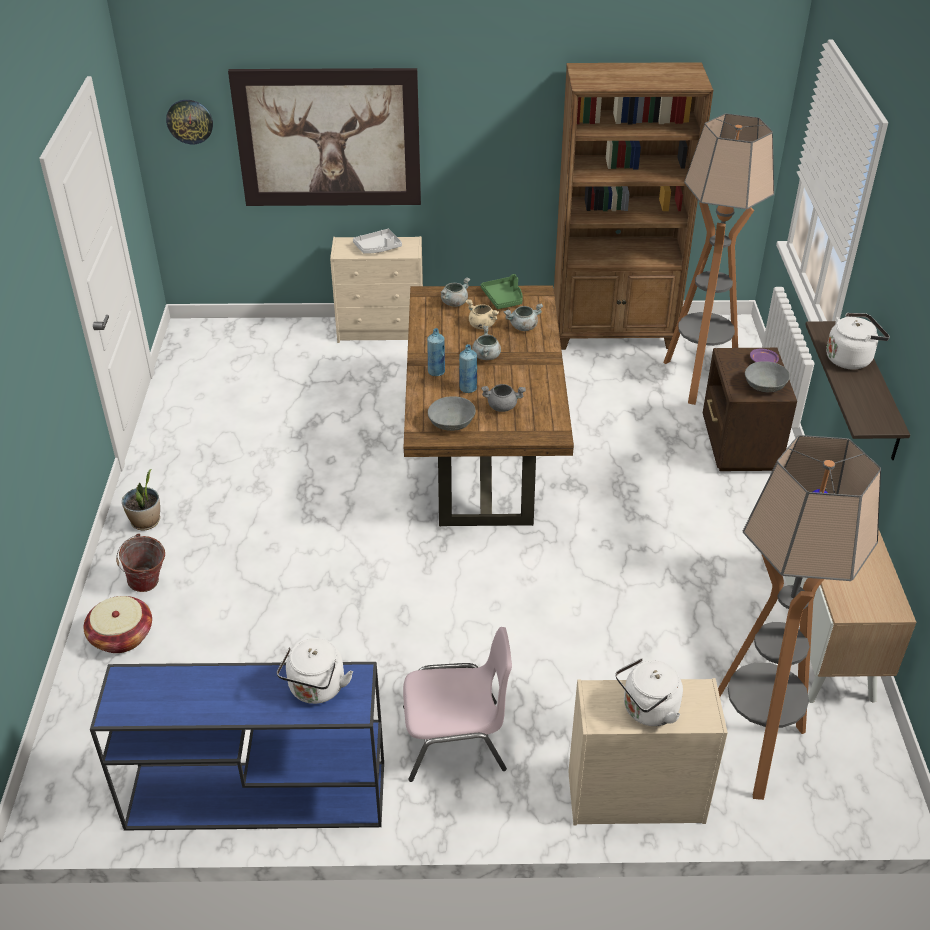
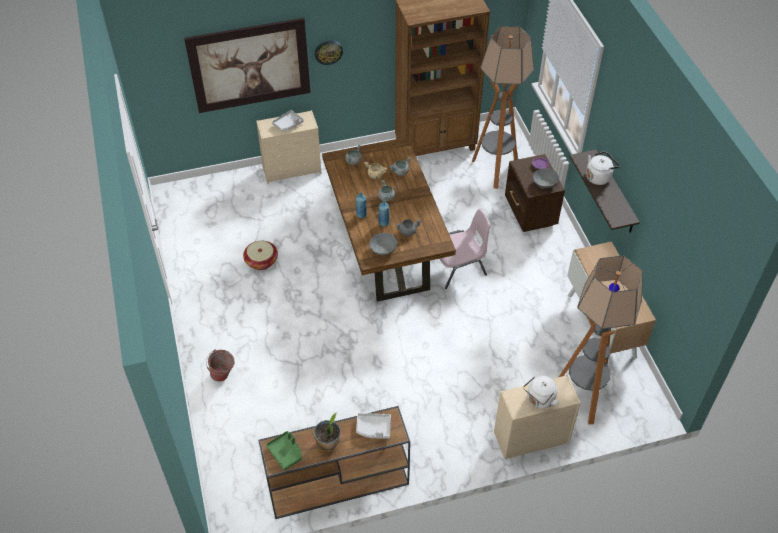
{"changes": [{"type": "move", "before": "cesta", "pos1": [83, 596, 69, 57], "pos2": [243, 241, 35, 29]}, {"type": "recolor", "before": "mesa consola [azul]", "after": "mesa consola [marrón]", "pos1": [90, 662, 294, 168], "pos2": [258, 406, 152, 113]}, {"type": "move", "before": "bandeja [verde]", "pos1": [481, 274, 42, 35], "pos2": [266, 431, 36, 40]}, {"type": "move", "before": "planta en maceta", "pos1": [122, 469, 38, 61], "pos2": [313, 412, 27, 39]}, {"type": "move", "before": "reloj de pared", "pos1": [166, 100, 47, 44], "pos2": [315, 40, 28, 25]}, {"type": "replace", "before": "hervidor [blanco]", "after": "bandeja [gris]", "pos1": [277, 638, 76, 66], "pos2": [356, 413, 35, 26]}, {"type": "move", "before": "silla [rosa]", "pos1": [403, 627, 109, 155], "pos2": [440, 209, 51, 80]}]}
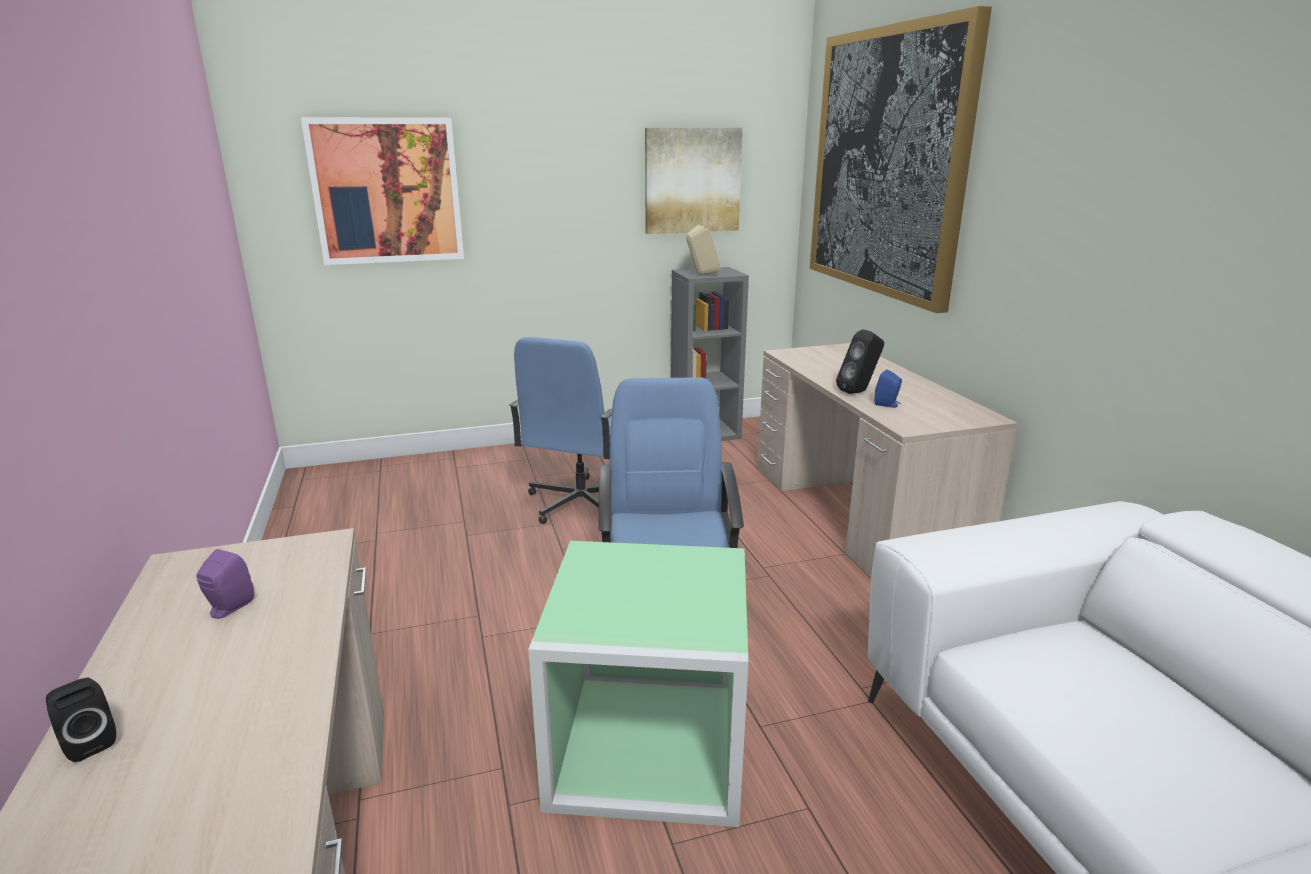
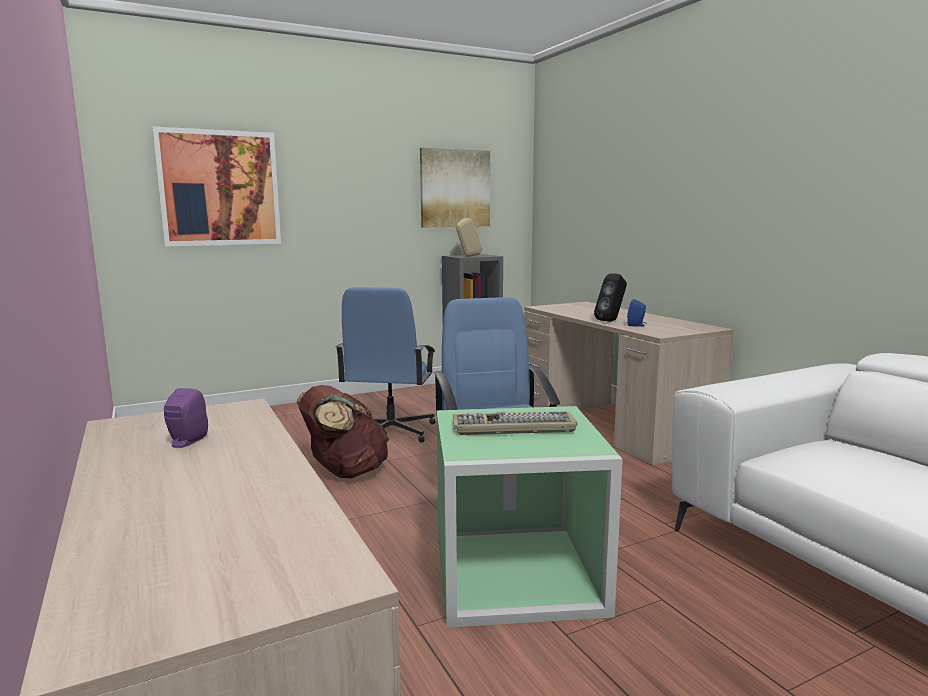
{"changes": [{"type": "insert", "after": "mochila [marrón]", "pos2": [297, 385, 93, 93]}, {"type": "insert", "after": "teclado", "pos2": [453, 411, 125, 24]}, {"type": "delete", "before": "altavoz [negro]", "pos1": [46, 677, 70, 85]}, {"type": "delete", "before": "cuadro", "pos1": [810, 6, 182, 307]}]}
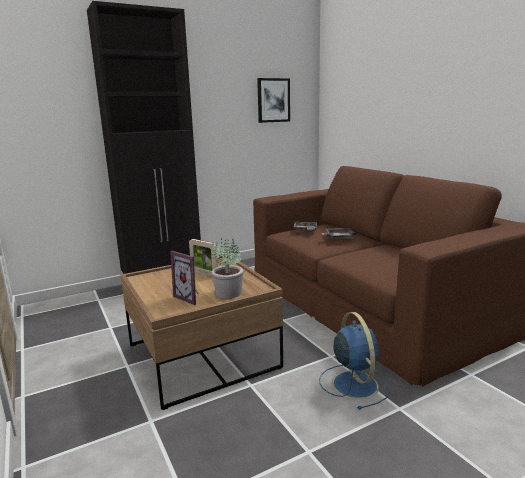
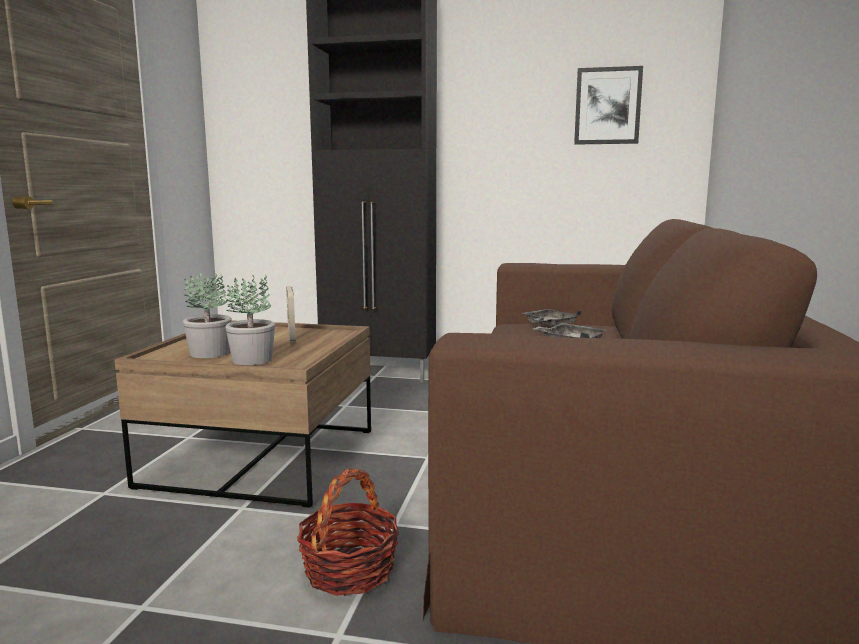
{"changes": [{"type": "replace", "before": "portarretratos", "after": "planta en maceta", "pos1": [170, 251, 29, 54], "pos2": [183, 273, 49, 85]}, {"type": "replace", "before": "ventilador [azul]", "after": "cesta", "pos1": [319, 312, 71, 98], "pos2": [297, 469, 102, 127]}]}
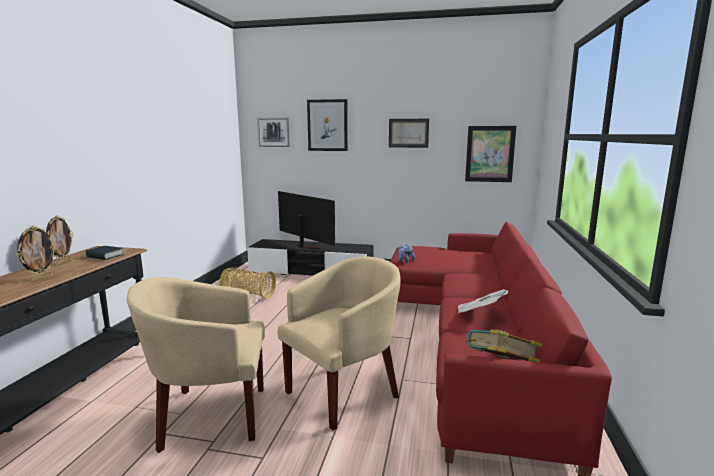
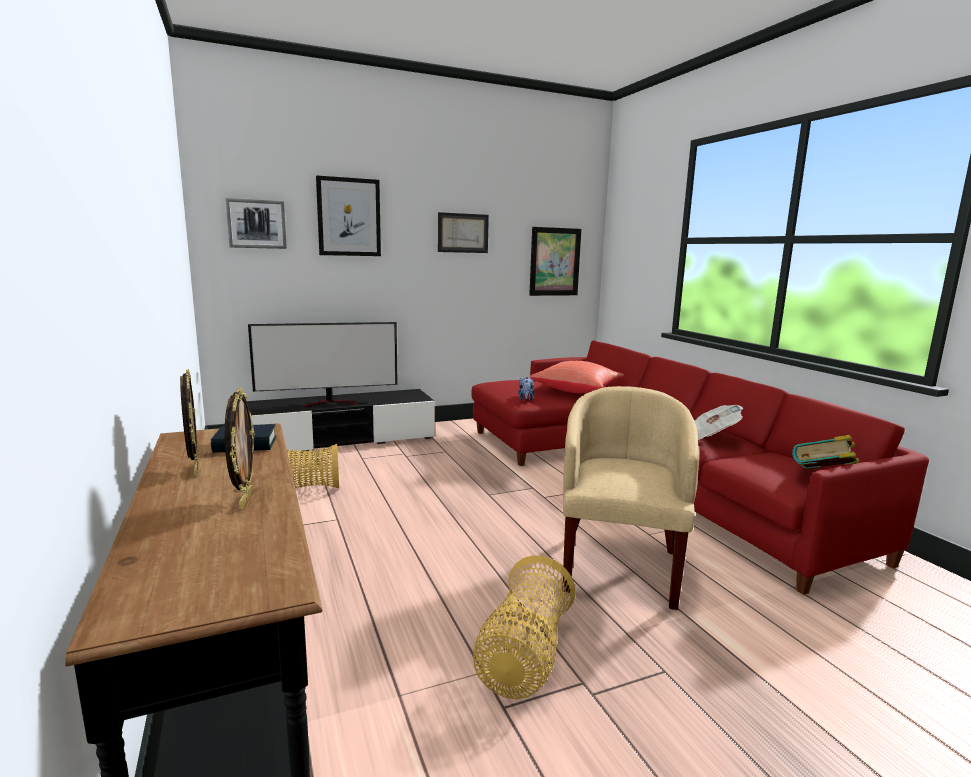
{"changes": [{"type": "rotate", "before": "televisor", "pos1": [278, 191, 57, 58], "pos2": [248, 322, 150, 86], "turn": 150}, {"type": "replace", "before": "sillón [beis]", "after": "cesta", "pos1": [126, 277, 139, 176], "pos2": [473, 555, 103, 144]}, {"type": "insert", "after": "cojín [rojo]", "pos2": [530, 361, 94, 32]}]}
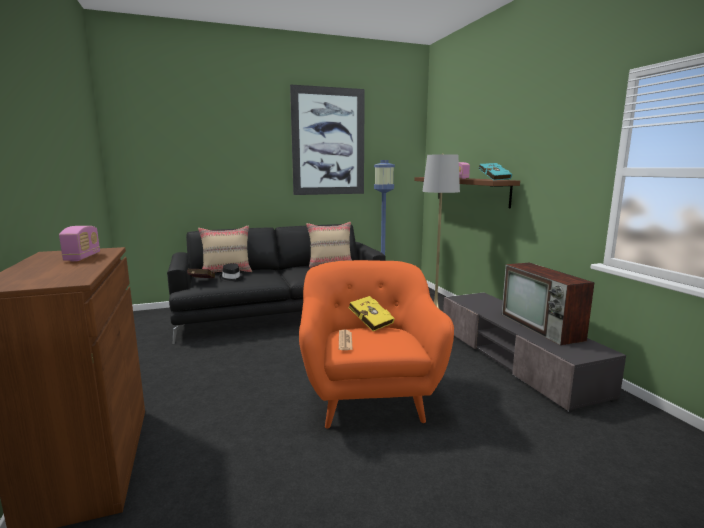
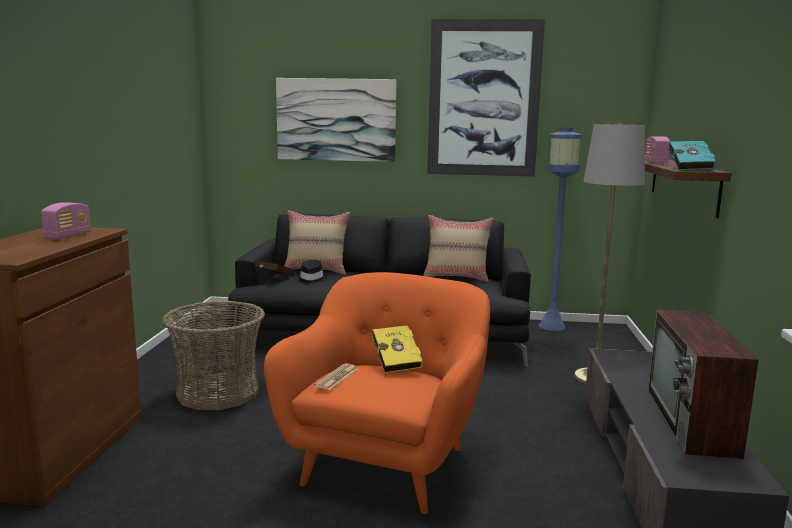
{"changes": [{"type": "insert", "after": "cesta", "pos2": [162, 301, 103, 109]}, {"type": "insert", "after": "cuadro", "pos2": [276, 78, 121, 84]}]}
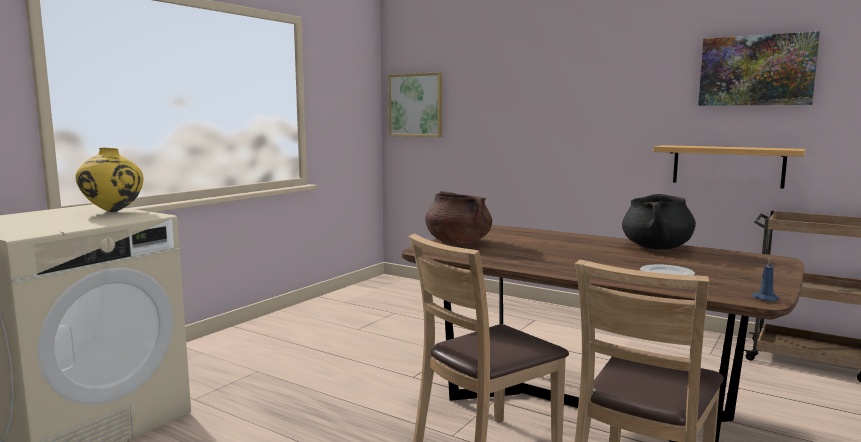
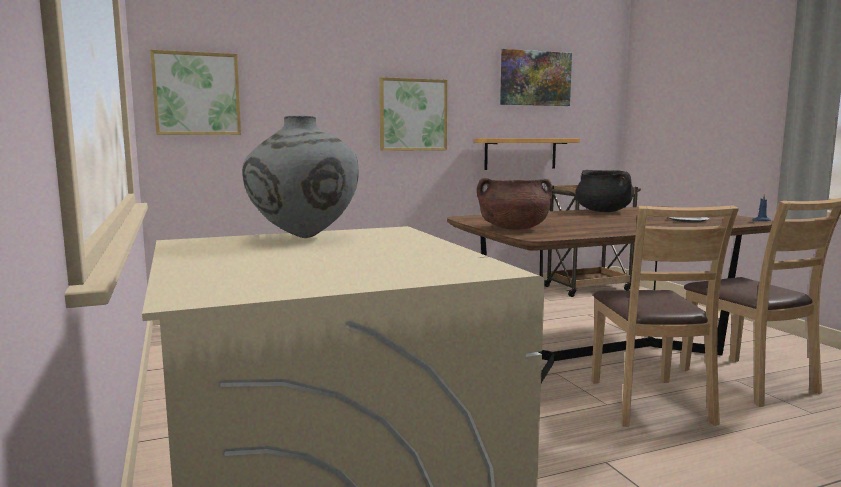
{"changes": [{"type": "recolor", "before": "florero [amarillo]", "after": "florero [gris]", "pos1": [75, 147, 69, 65], "pos2": [242, 115, 117, 123]}, {"type": "insert", "after": "cuadro", "pos2": [379, 77, 68, 74]}]}
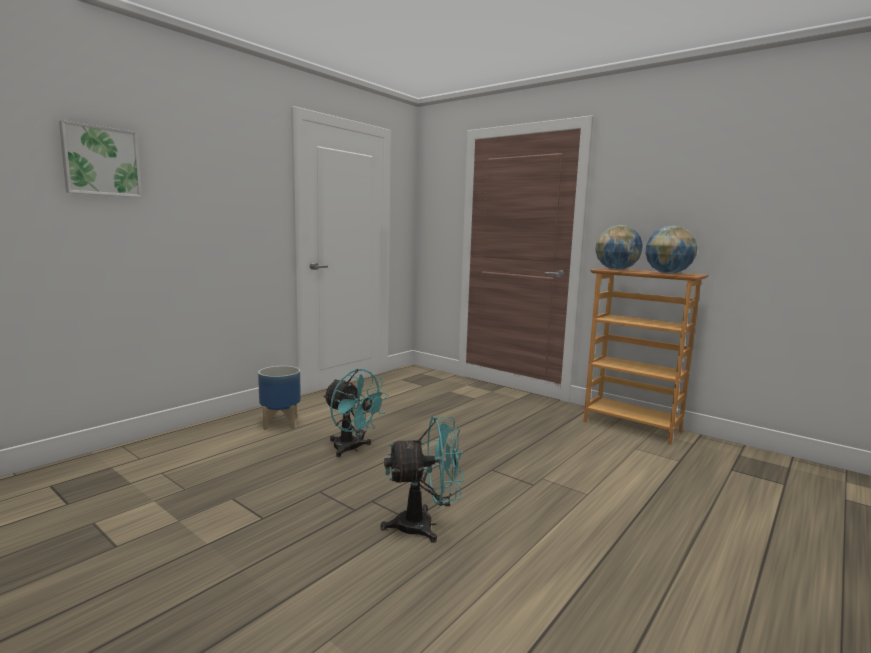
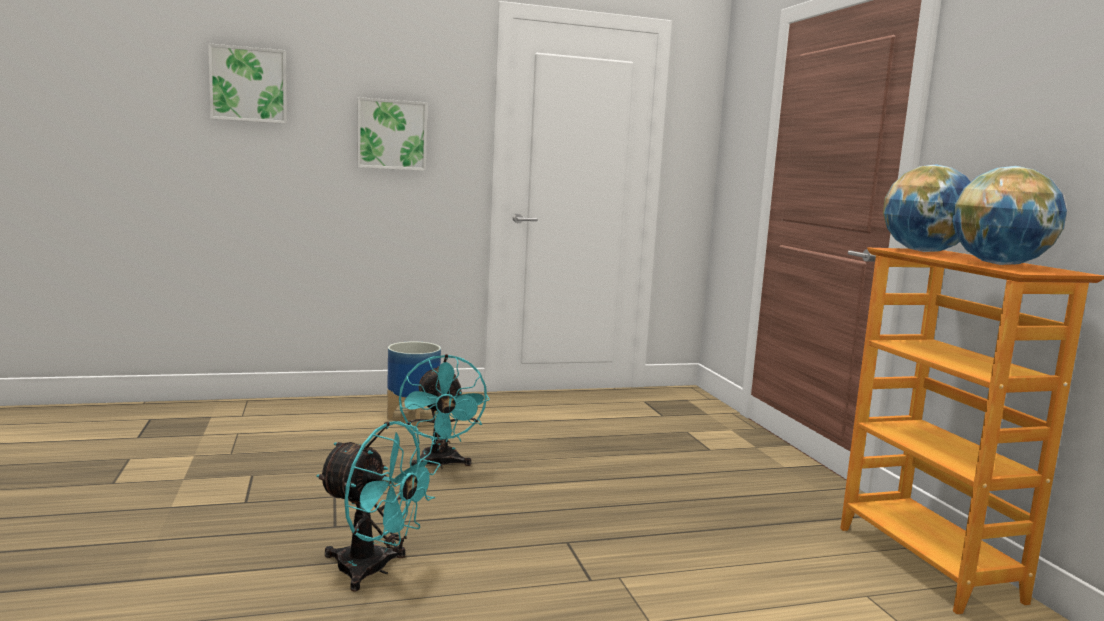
{"changes": [{"type": "insert", "after": "cuadro", "pos2": [357, 97, 70, 74]}]}
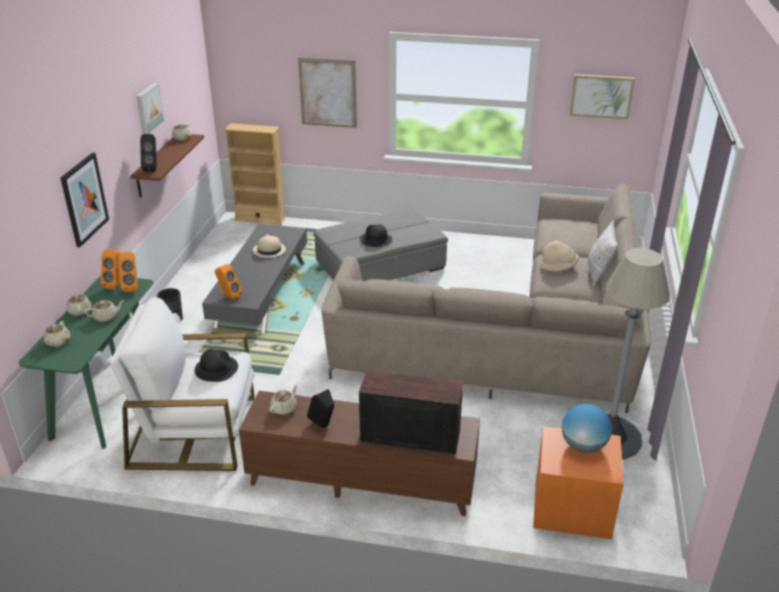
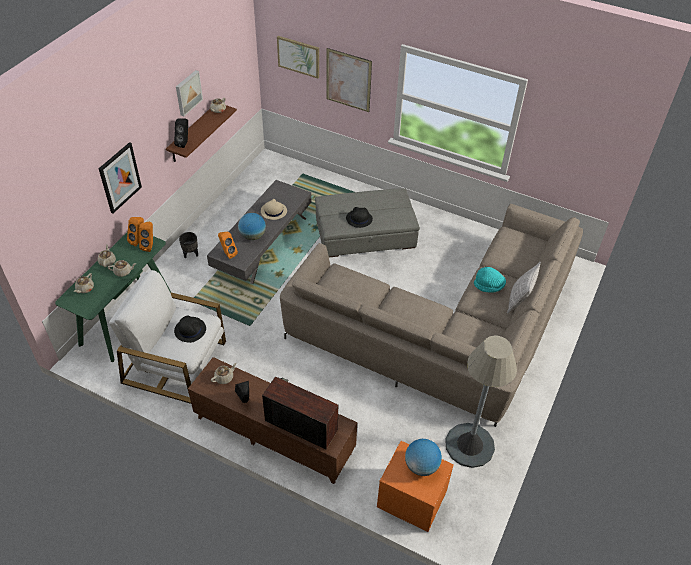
{"changes": [{"type": "insert", "after": "globo terráqueo", "pos2": [238, 213, 28, 27]}, {"type": "move", "before": "cuadro", "pos1": [570, 74, 65, 45], "pos2": [277, 36, 42, 42]}, {"type": "recolor", "before": "sombrero [beis]", "after": "sombrero [turquesa]", "pos1": [540, 241, 39, 31], "pos2": [474, 267, 32, 26]}, {"type": "delete", "before": "estantería [beis]", "pos1": [224, 123, 62, 102]}]}
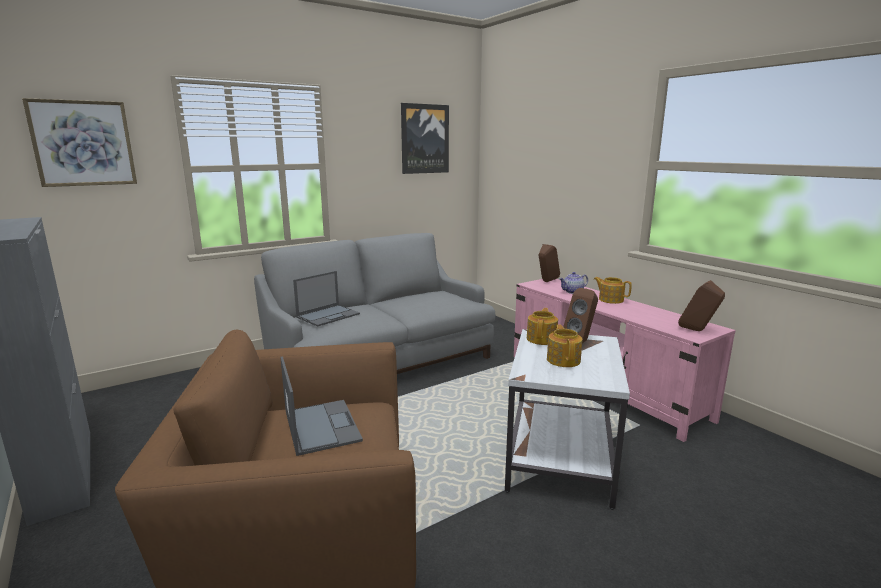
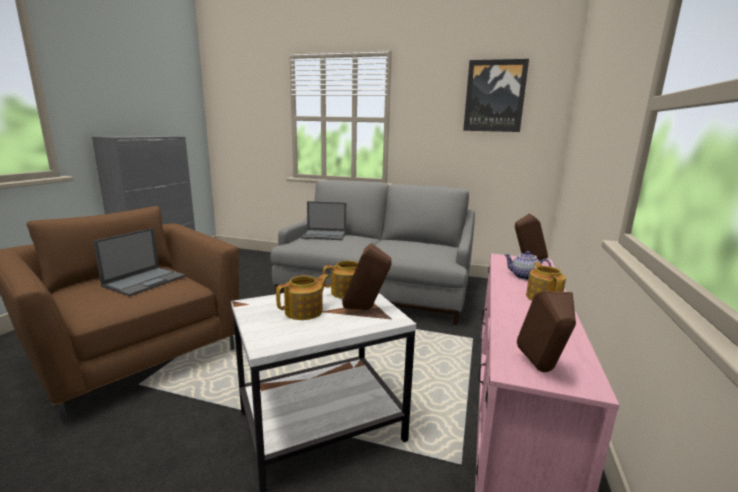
{"changes": [{"type": "delete", "before": "cuadro", "pos1": [22, 98, 115, 89]}]}
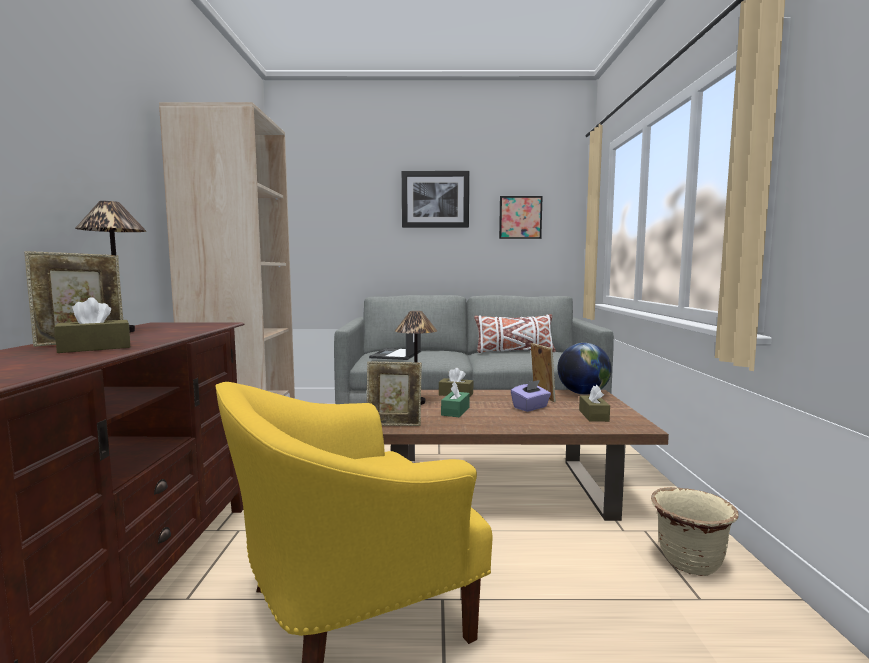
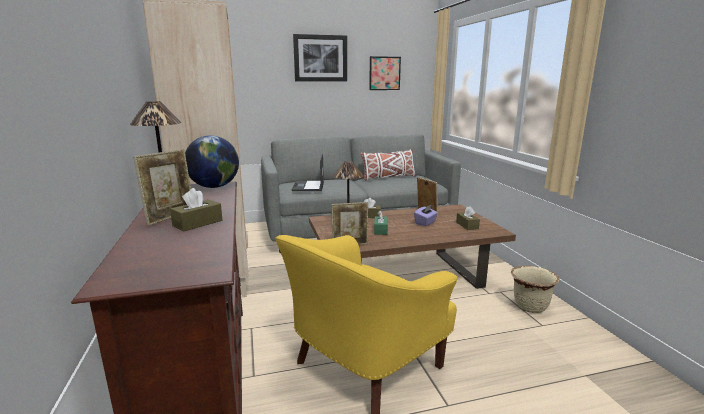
{"changes": [{"type": "move", "before": "globo terráqueo", "pos1": [557, 343, 55, 52], "pos2": [185, 135, 54, 53]}]}
